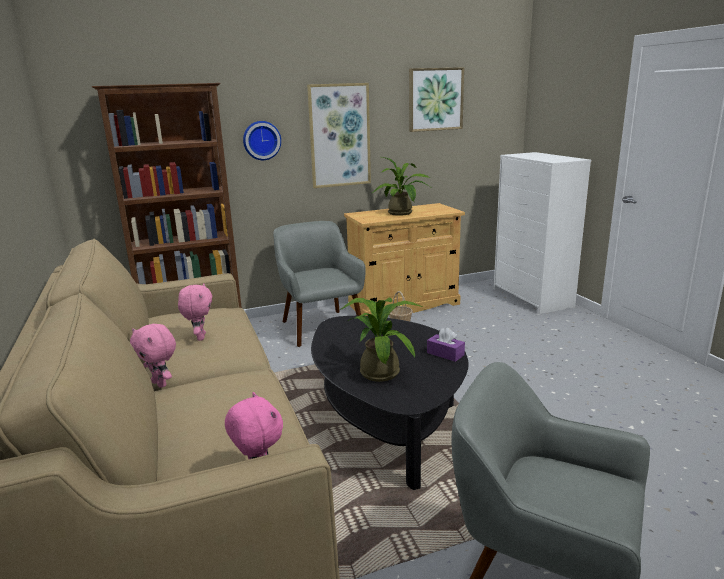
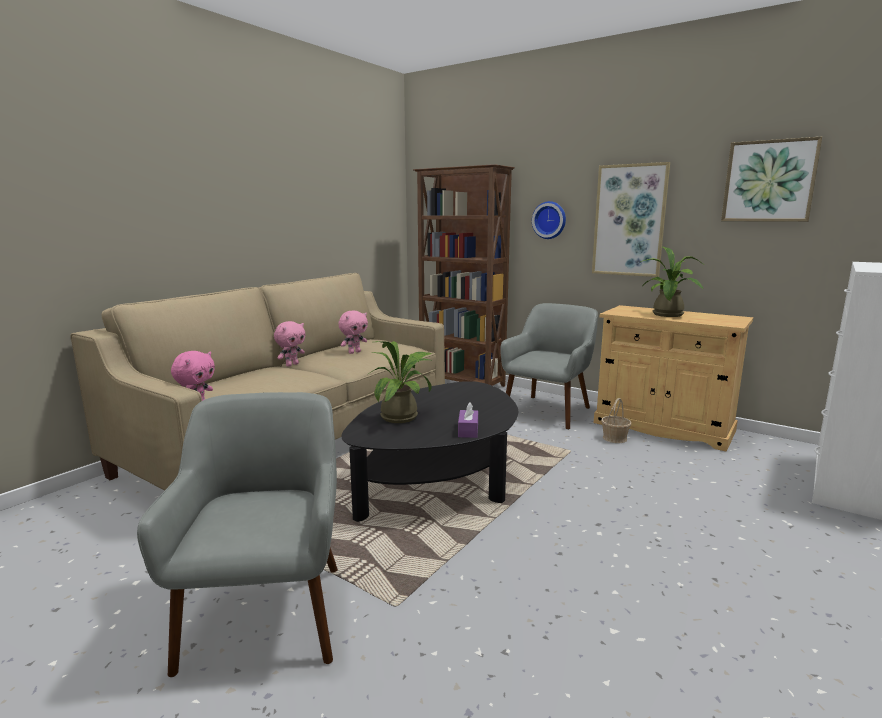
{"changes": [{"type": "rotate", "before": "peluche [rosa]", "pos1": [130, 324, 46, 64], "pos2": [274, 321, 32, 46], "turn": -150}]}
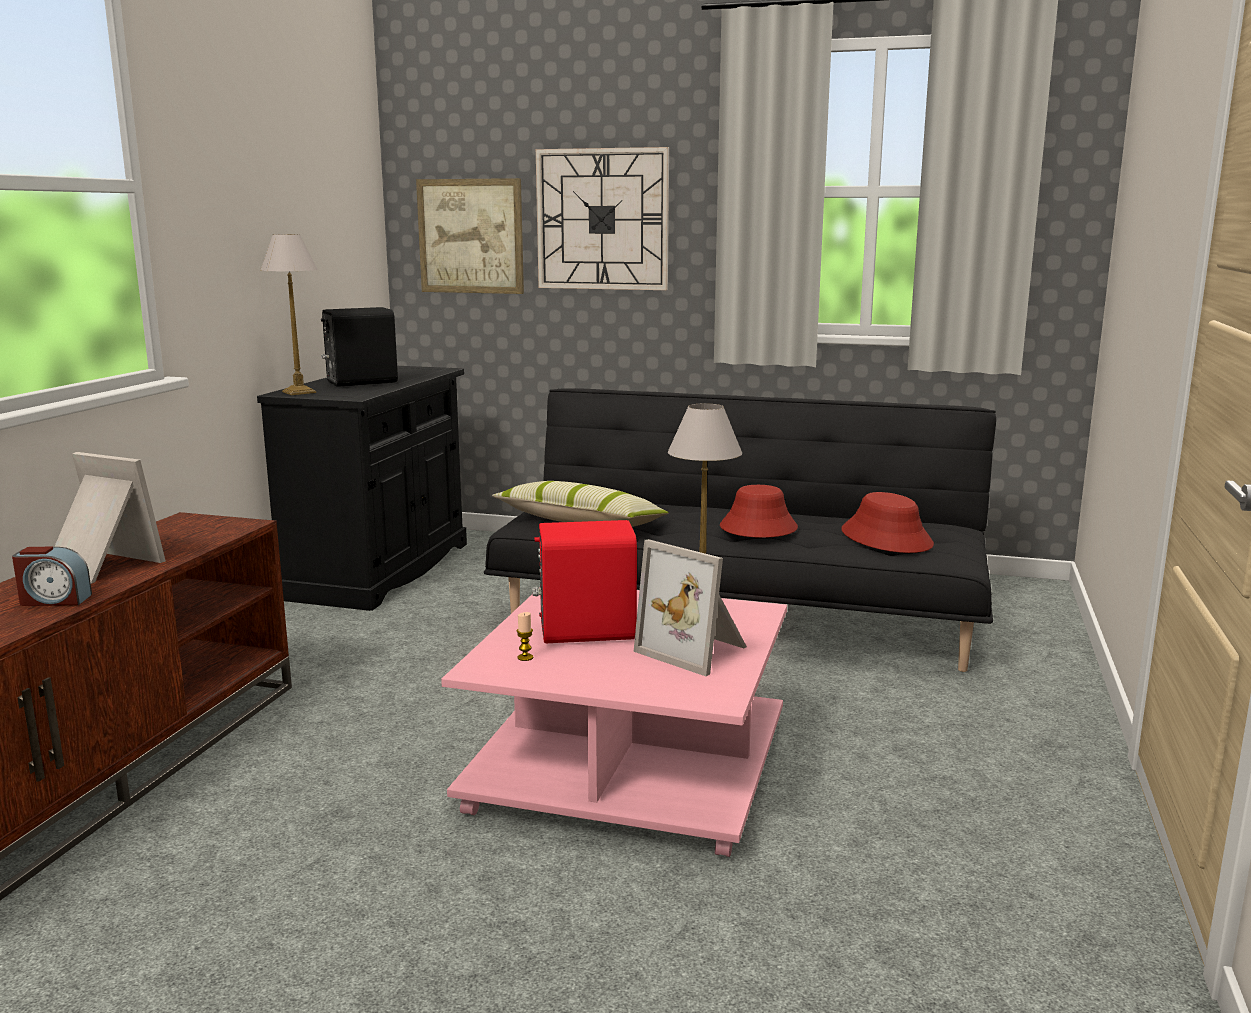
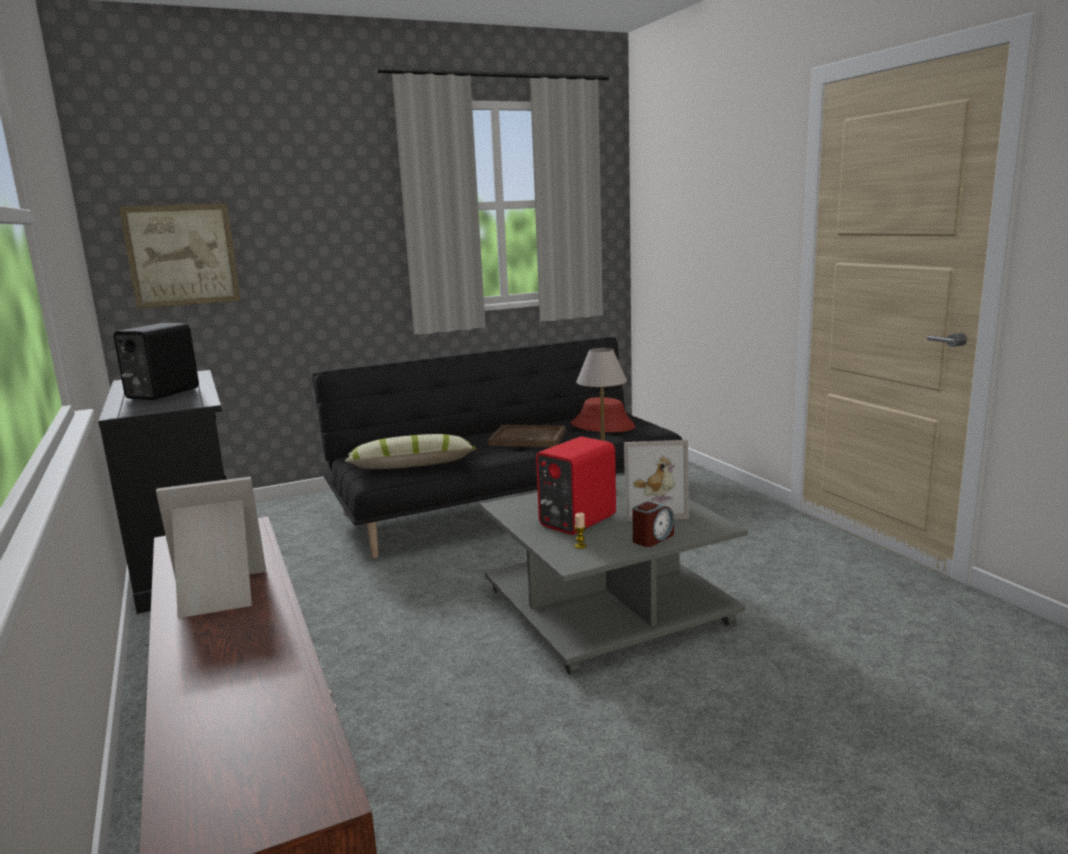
{"changes": [{"type": "recolor", "before": "mesa de centro [rosa]", "after": "mesa de centro [gris]", "pos1": [441, 587, 346, 270], "pos2": [480, 475, 268, 199]}, {"type": "replace", "before": "sombrero [rojo]", "after": "bandeja [marrón]", "pos1": [720, 485, 78, 53], "pos2": [488, 425, 78, 22]}, {"type": "move", "before": "despertador", "pos1": [12, 547, 80, 59], "pos2": [633, 501, 41, 46]}, {"type": "delete", "before": "lámpara de mesa", "pos1": [260, 234, 58, 161]}, {"type": "delete", "before": "reloj de pared", "pos1": [536, 147, 133, 143]}]}
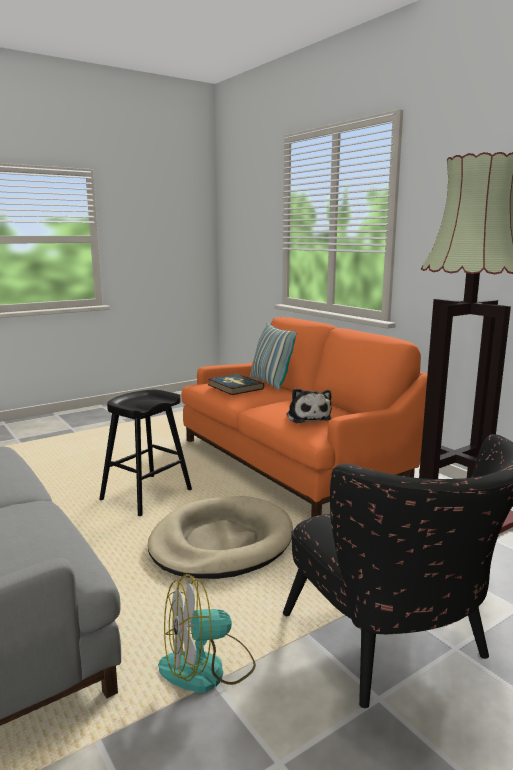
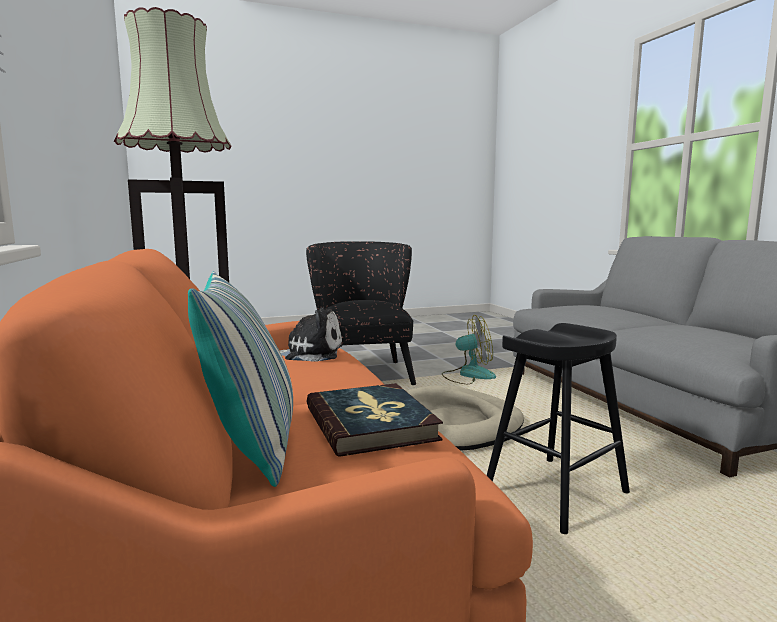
{"changes": [{"type": "rotate", "before": "peluche", "pos1": [287, 388, 45, 35], "pos2": [279, 307, 63, 55], "turn": 90}]}
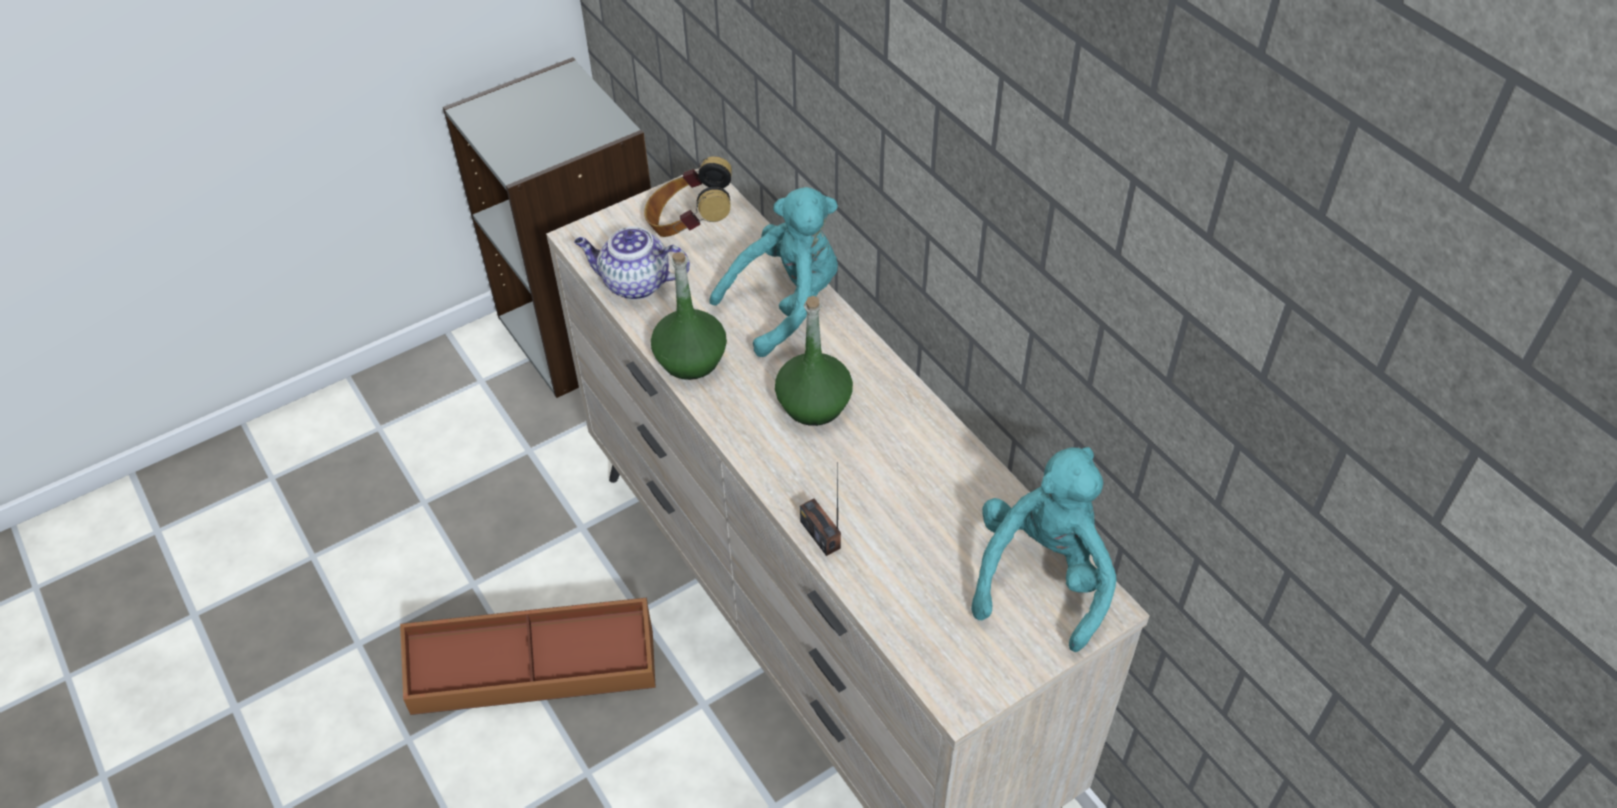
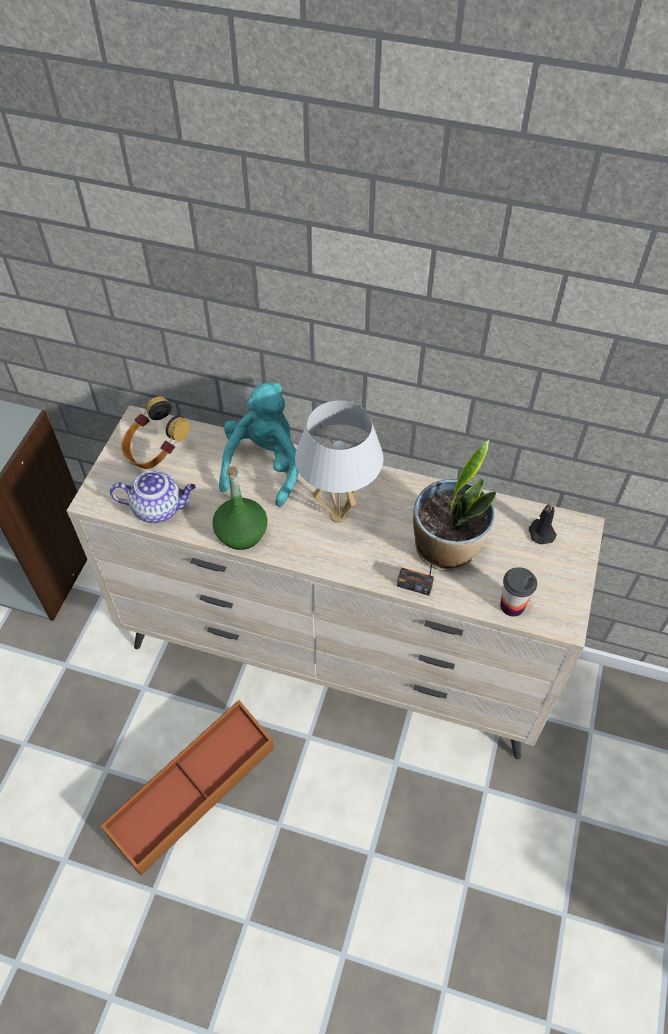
{"changes": [{"type": "rotate", "before": "tetera", "pos1": [574, 227, 116, 73], "pos2": [110, 470, 86, 53], "turn": -150}, {"type": "replace", "before": "botella [verde]", "after": "lámpara de mesa [blanco]", "pos1": [775, 296, 78, 130], "pos2": [295, 401, 88, 122]}, {"type": "insert", "after": "planta en maceta", "pos2": [413, 440, 84, 131]}, {"type": "insert", "after": "taza", "pos2": [500, 567, 37, 50]}, {"type": "replace", "before": "peluche [turquesa]", "after": "vela [negro]", "pos1": [971, 447, 146, 205], "pos2": [529, 503, 28, 41]}]}
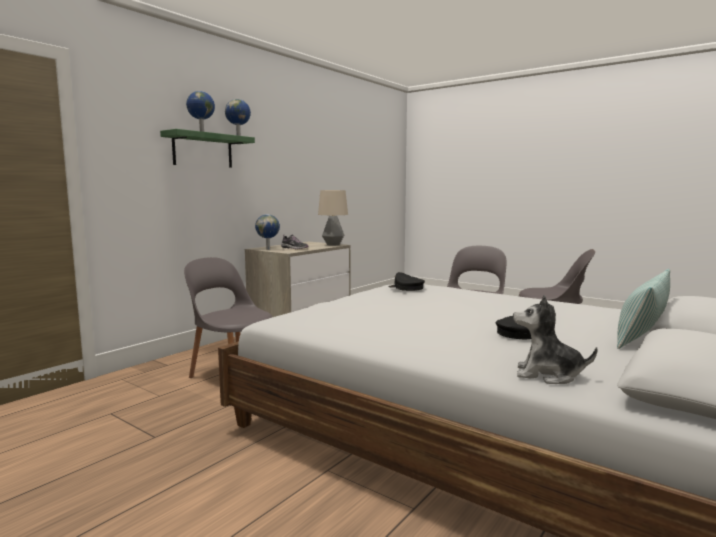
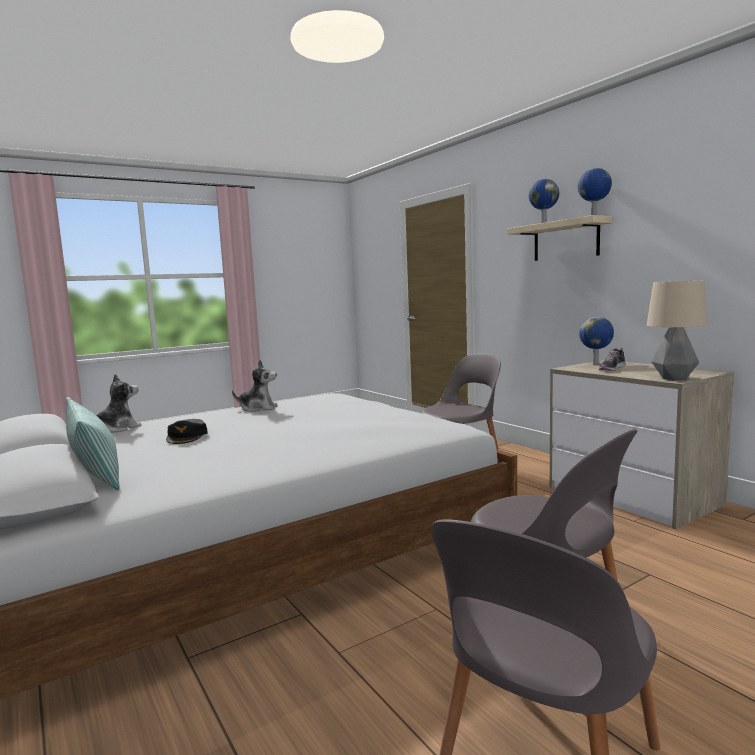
{"changes": [{"type": "insert", "after": "peluche", "pos2": [232, 360, 45, 52]}, {"type": "recolor", "before": "estante [verde]", "after": "estante [beis]", "pos1": [160, 129, 95, 39], "pos2": [507, 215, 106, 46]}, {"type": "delete", "before": "gorra [negro]", "pos1": [388, 272, 37, 19]}]}
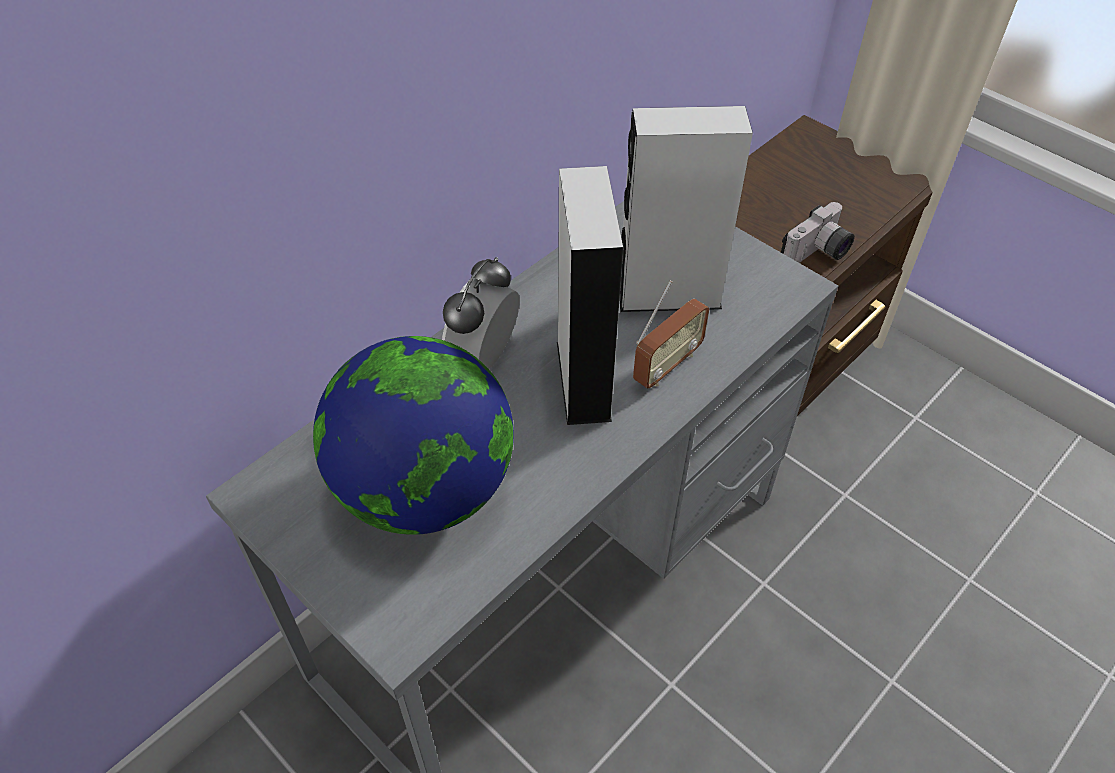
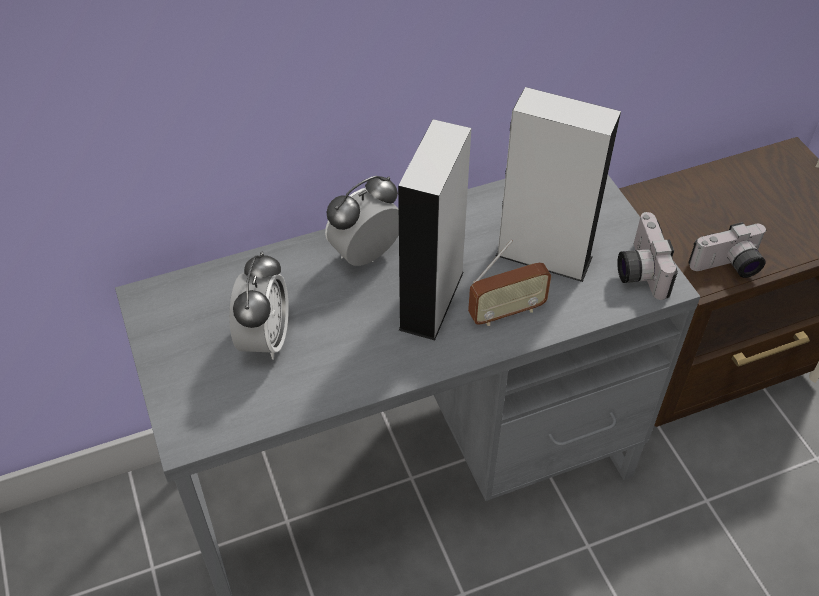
{"changes": [{"type": "replace", "before": "globo terráqueo", "after": "despertador", "pos1": [313, 336, 201, 199], "pos2": [229, 252, 60, 108]}, {"type": "insert", "after": "cámara", "pos2": [617, 212, 61, 88]}]}
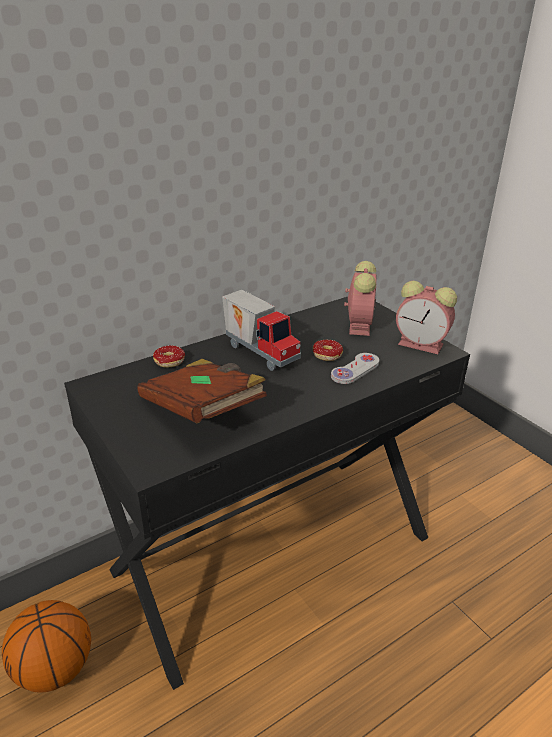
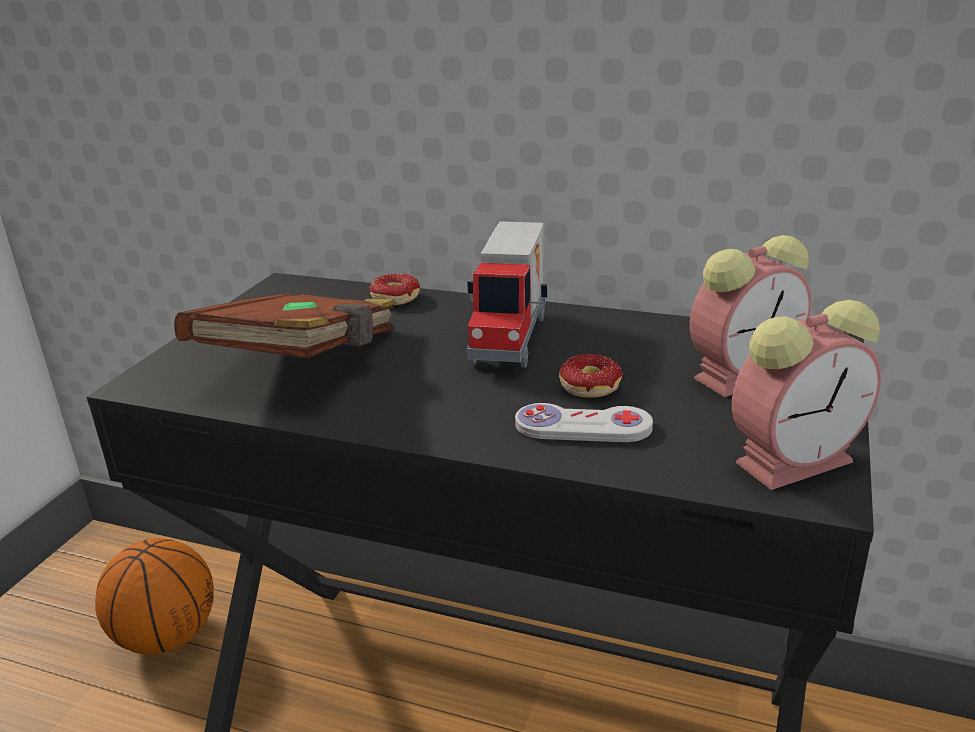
{"changes": [{"type": "rotate", "before": "despertador", "pos1": [396, 281, 61, 73], "pos2": [732, 300, 149, 190], "turn": -105}]}
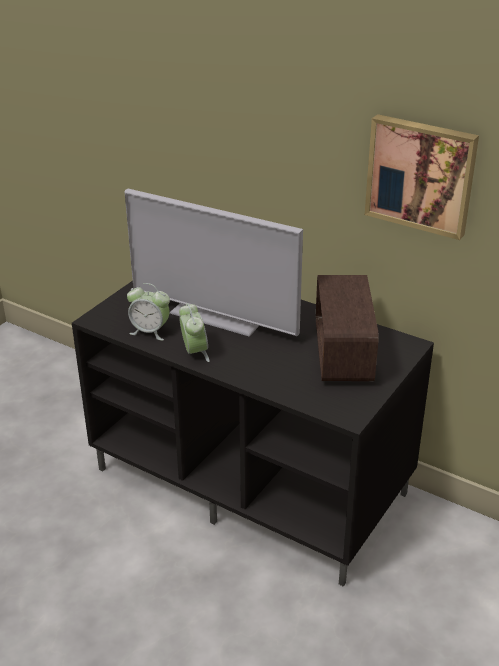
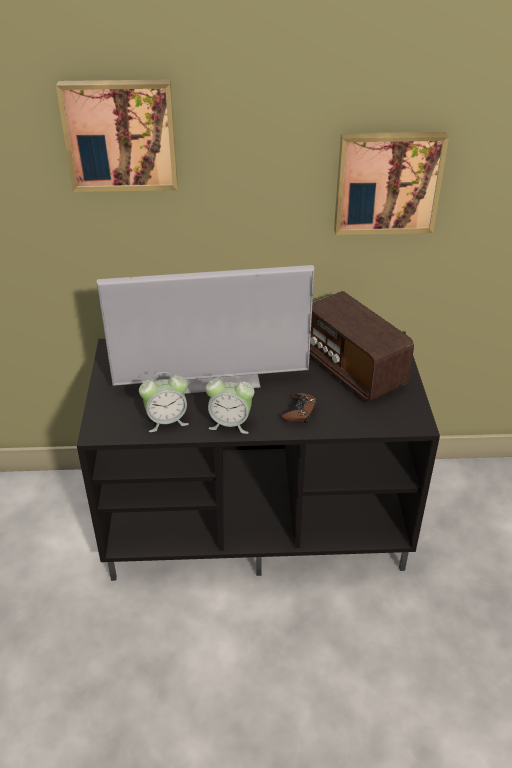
{"changes": [{"type": "insert", "after": "cuadro", "pos2": [56, 79, 122, 113]}, {"type": "rotate", "before": "despertador", "pos1": [179, 303, 31, 59], "pos2": [205, 375, 49, 59], "turn": 150}, {"type": "insert", "after": "mando de consola [marrón]", "pos2": [281, 393, 36, 30]}]}
